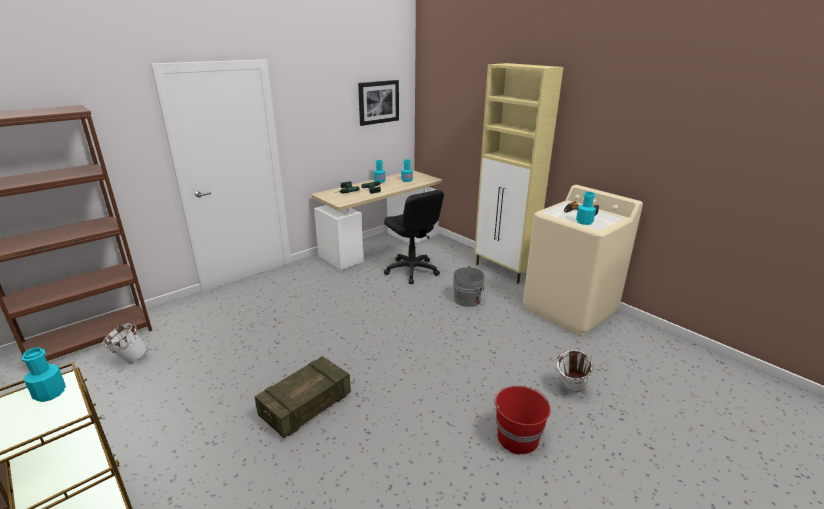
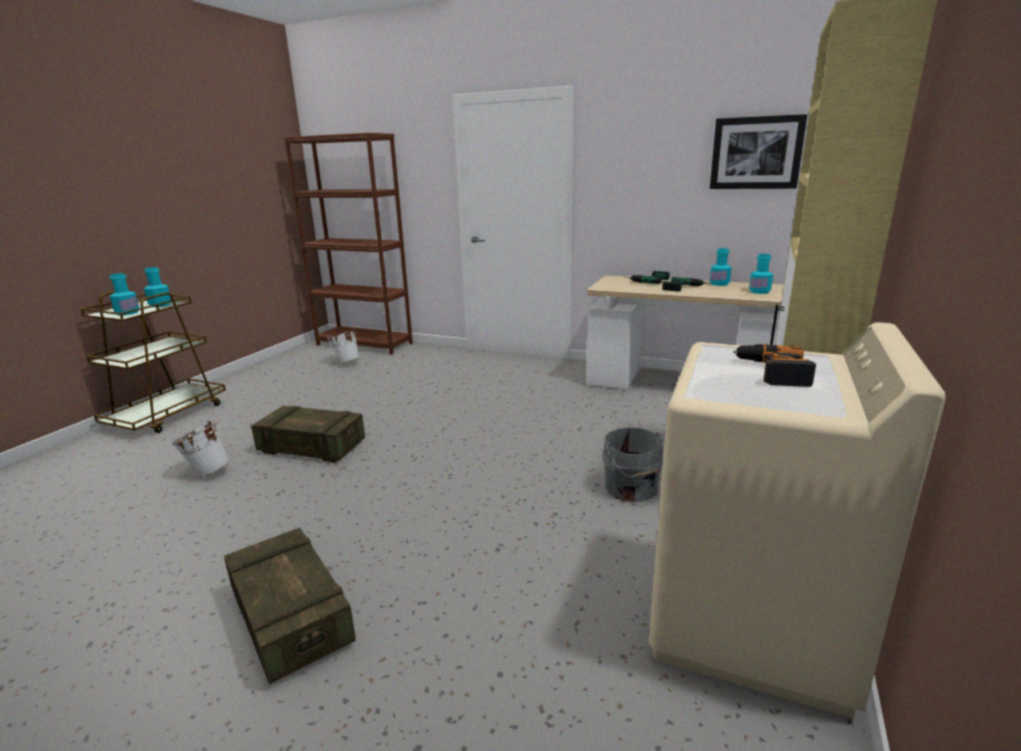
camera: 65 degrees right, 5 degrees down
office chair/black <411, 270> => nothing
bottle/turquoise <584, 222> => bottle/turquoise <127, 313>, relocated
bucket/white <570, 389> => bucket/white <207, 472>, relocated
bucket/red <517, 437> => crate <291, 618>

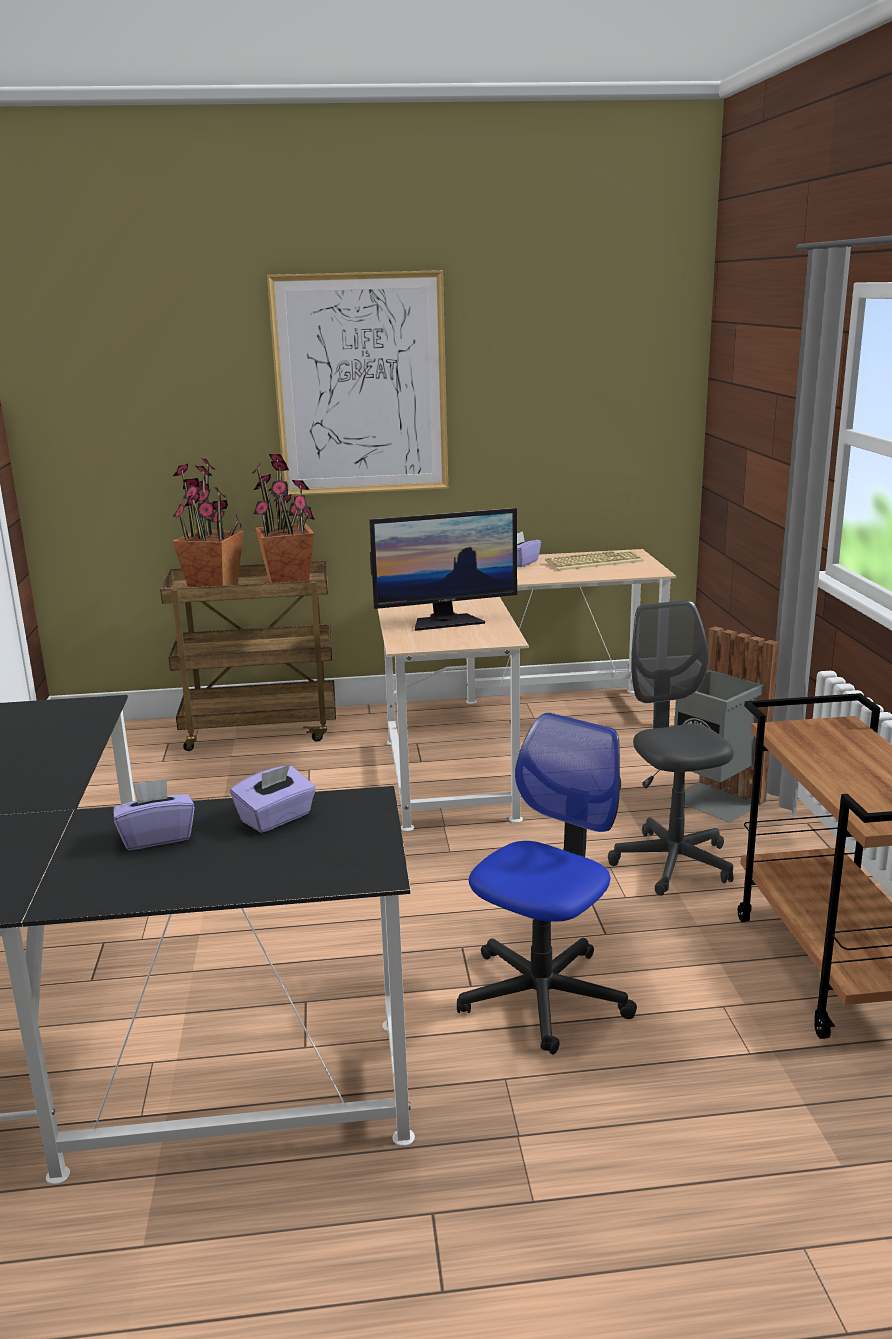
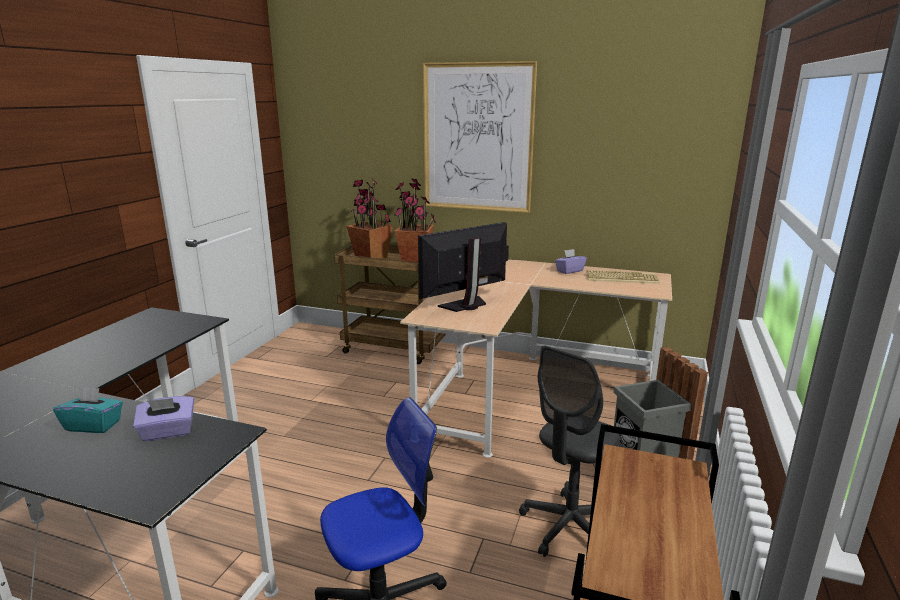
camera: 25 degrees right, 0 degrees up
monitor <445, 621> => monitor <465, 305>, 135 degrees clockwise
office chair/grey <672, 863> => office chair/grey <569, 527>, 150 degrees counterclockwise
tissue box/purple <157, 837> => tissue box/turquoise <94, 425>

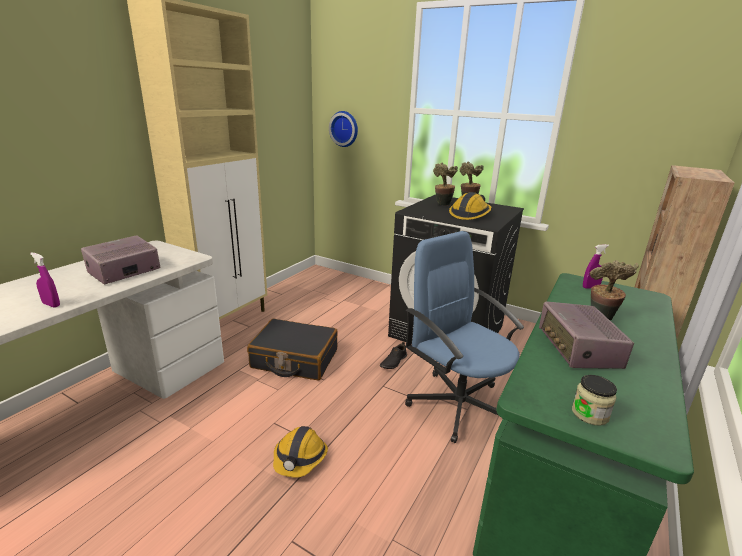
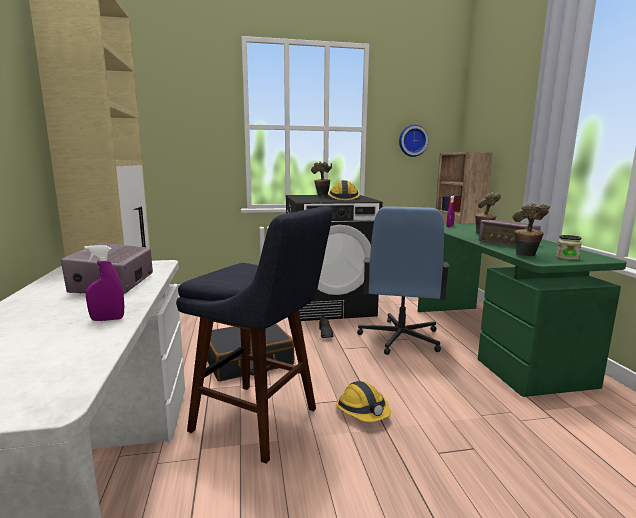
camera: 40 degrees left, 10 degrees down
wall clock <344, 129> => wall clock <412, 140>, relocated
potted plant <442, 205> => potted plant <526, 256>, relocated
office chair/blue <457, 404> => office chair/blue <400, 338>, 90 degrees counterclockwise
nothing => stool/blue <261, 422>

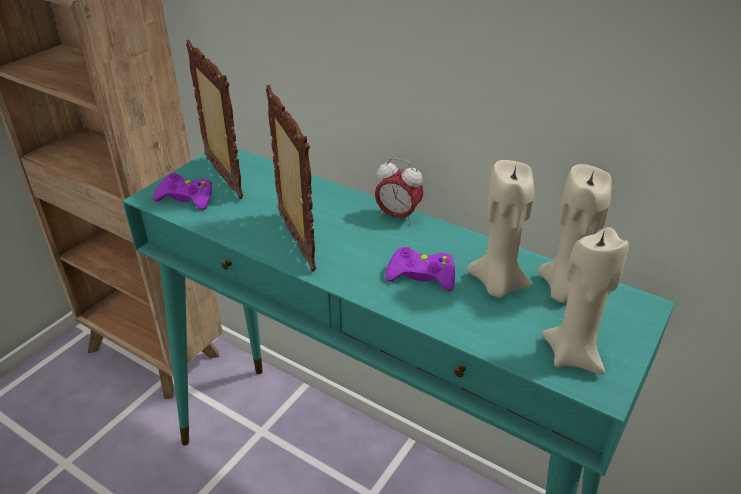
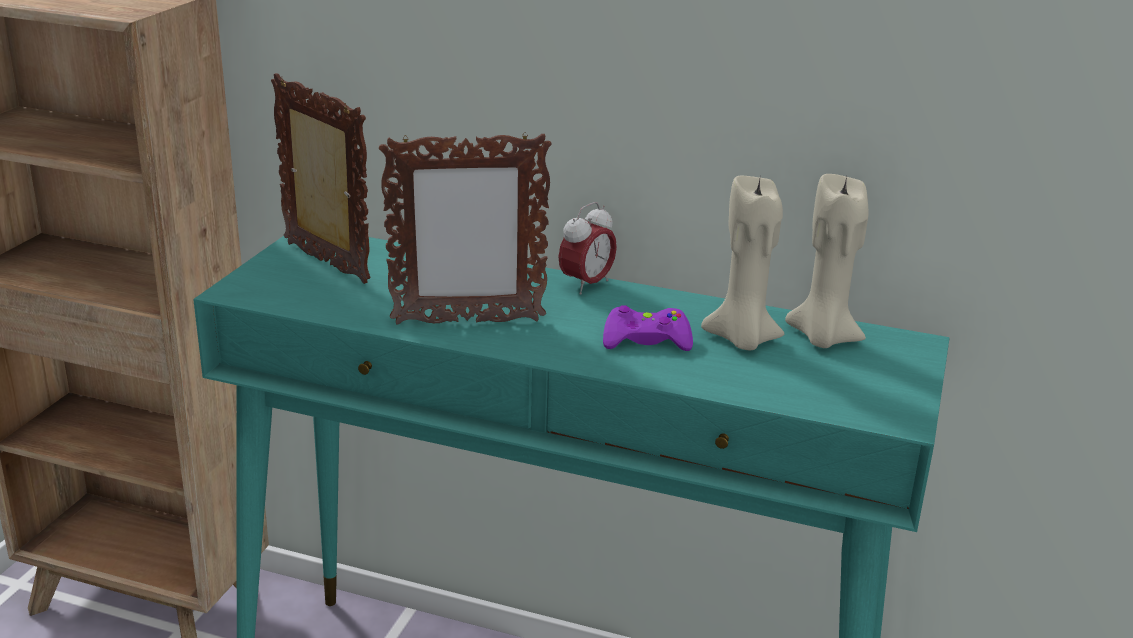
camera: 15 degrees left, 10 degrees down
picture frame <295, 242> => picture frame <466, 322>, 120 degrees clockwise
alarm clock <398, 216> => alarm clock <586, 285>, 60 degrees counterclockwise
game controller/purple <186, 198> => nothing
candle/beige <573, 355> => nothing

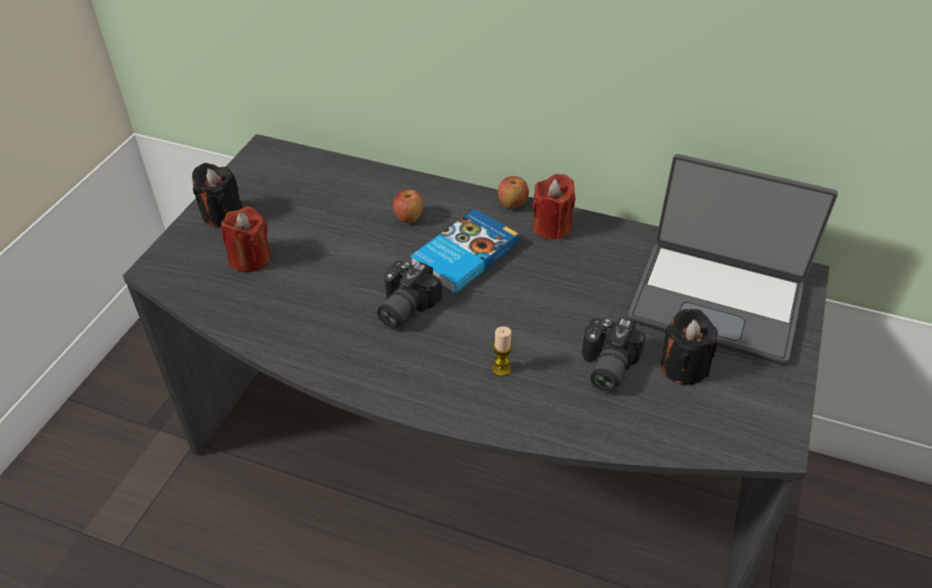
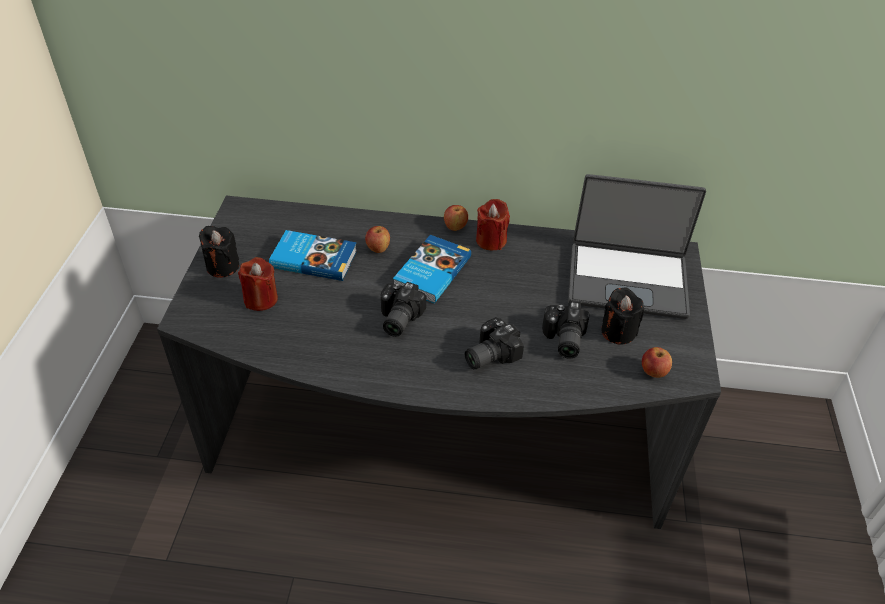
camera: 15 degrees left, 0 degrees up
candle <501, 369> => photo camera <488, 354>
nothing => book <314, 258>
nothing => apple <653, 372>

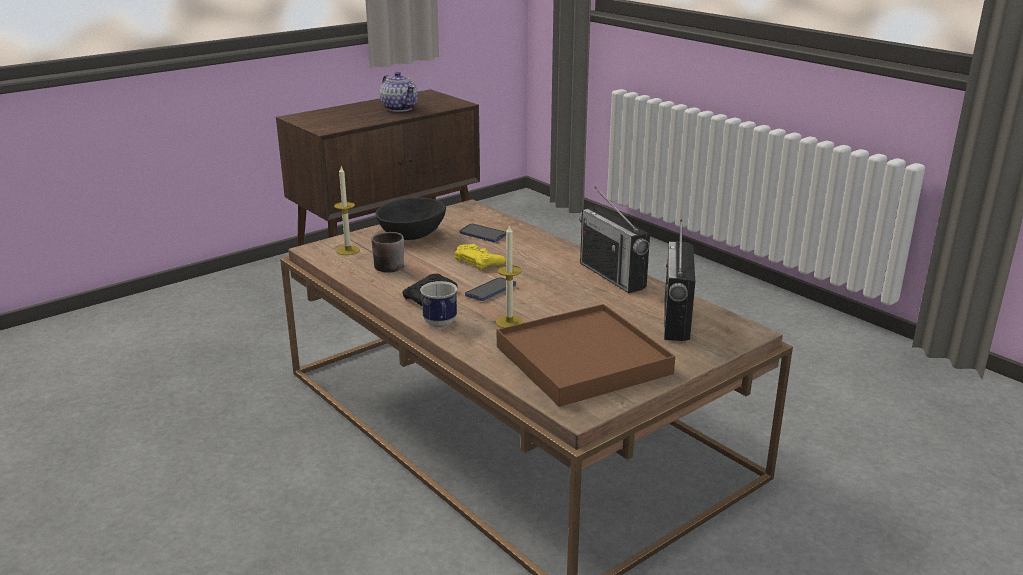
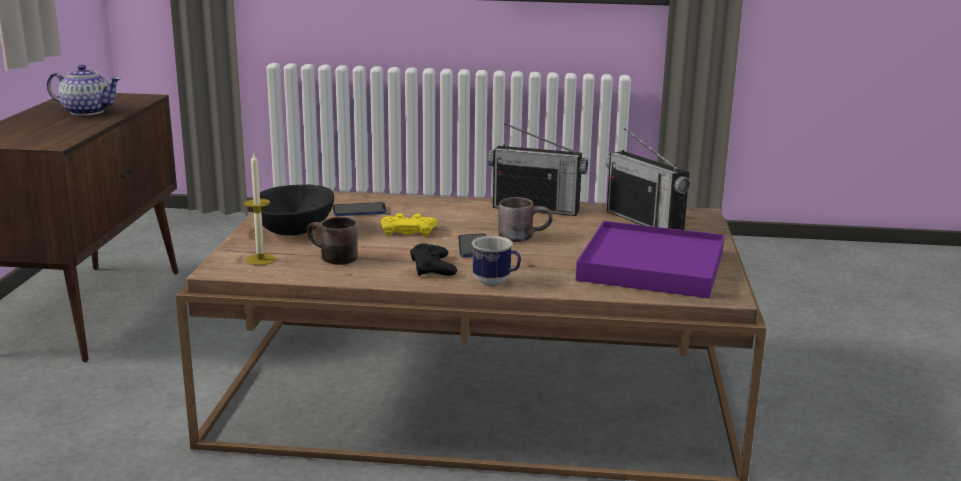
camera: 45 degrees left, 5 degrees down
candle <509, 322> => nothing
tray/brown <583, 360> => tray/purple <652, 266>
nothing => mug/brown <522, 236>

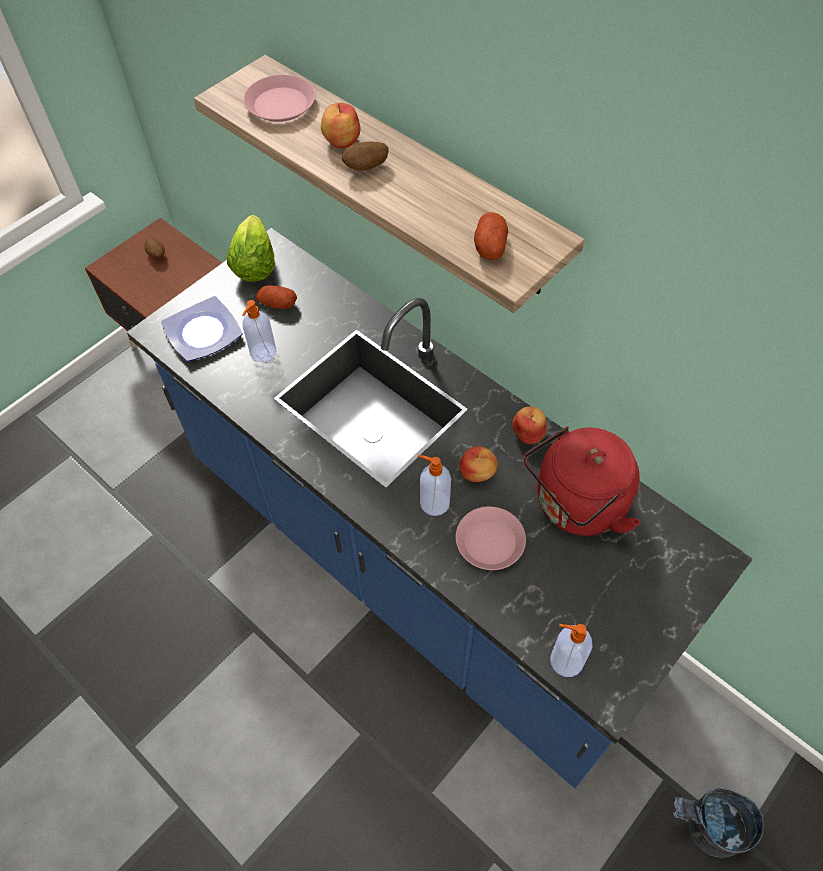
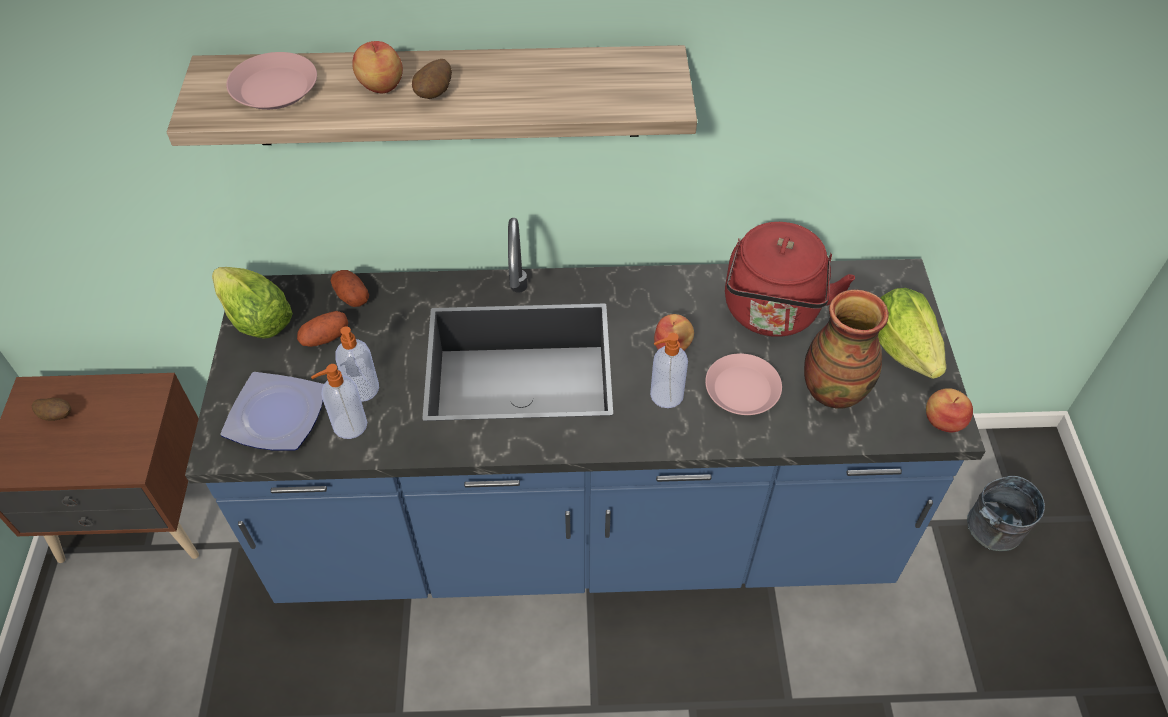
camera: 45 degrees left, 5 degrees down
potato <490, 246> => potato <351, 296>, relocated
apple <528, 433> => apple <943, 421>, relocated
soap dispenser <565, 660> => soap dispenser <349, 426>, relocated
nothing => lettuce <902, 349>
nothing => vase <833, 390>

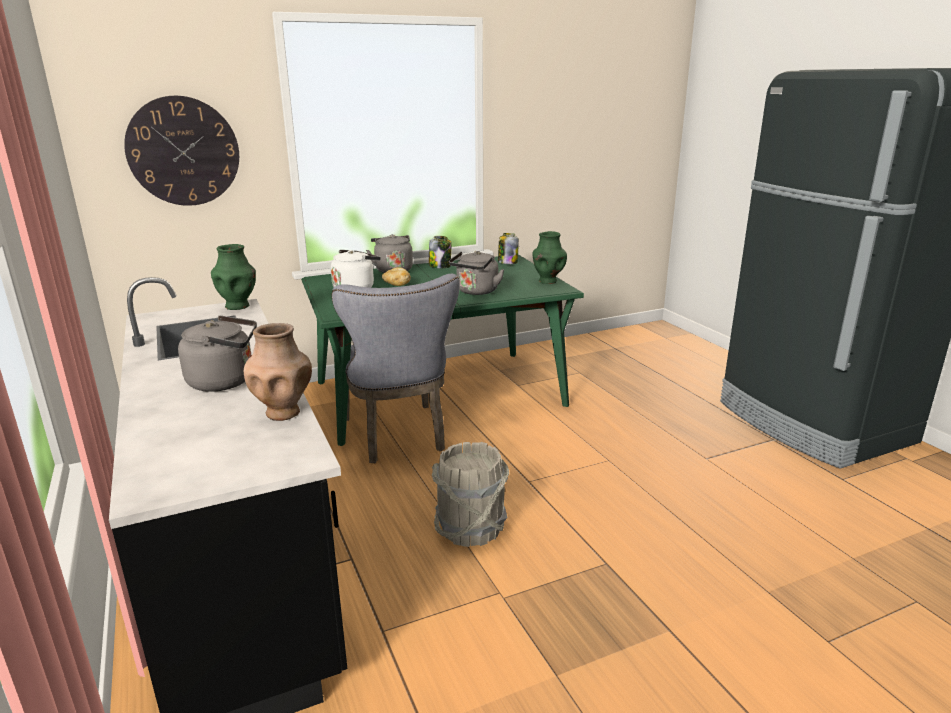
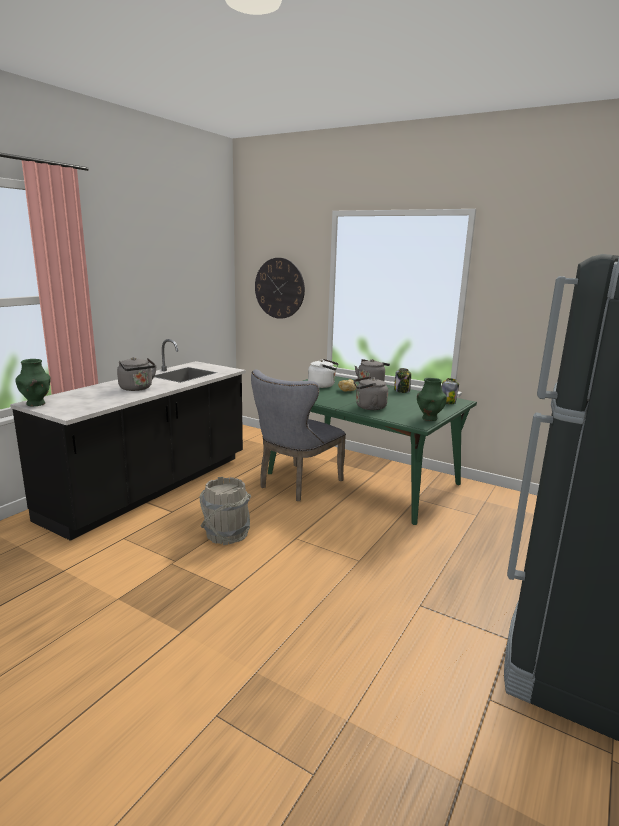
camera: 55 degrees right, 5 degrees down
vase/green <238, 306> => vase/green <36, 404>, relocated
vase/brown <283, 412> => nothing

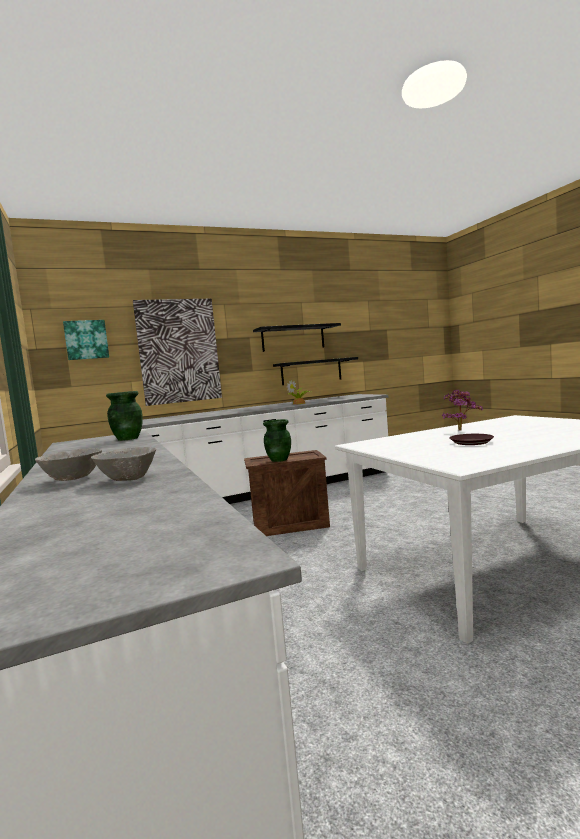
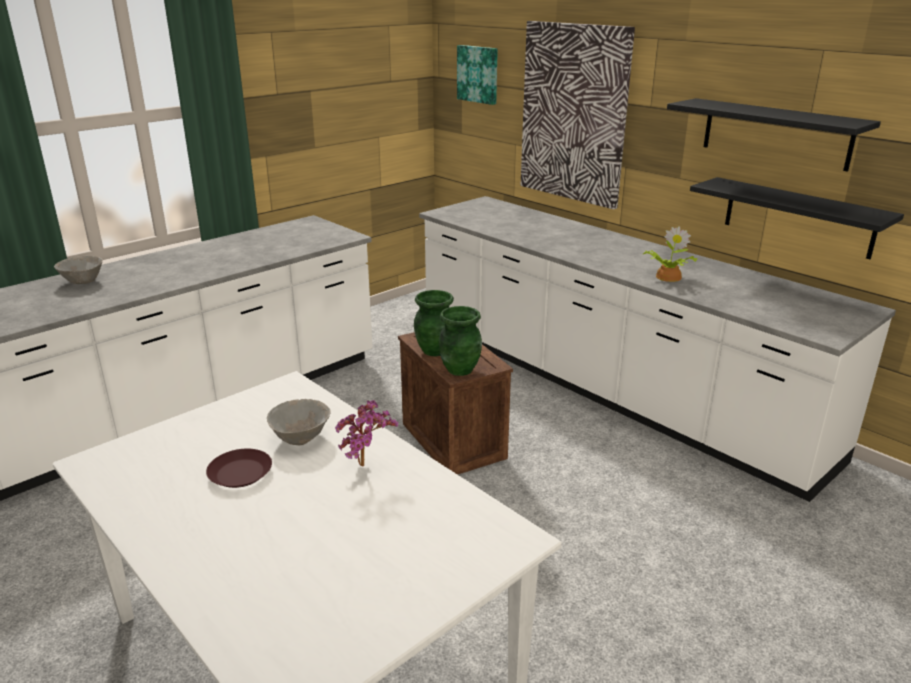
camera: 70 degrees right, 20 degrees up
vase/green <127, 439> => vase/green <460, 369>, relocated
bowl/grey <128, 479> => bowl/grey <301, 437>, relocated

